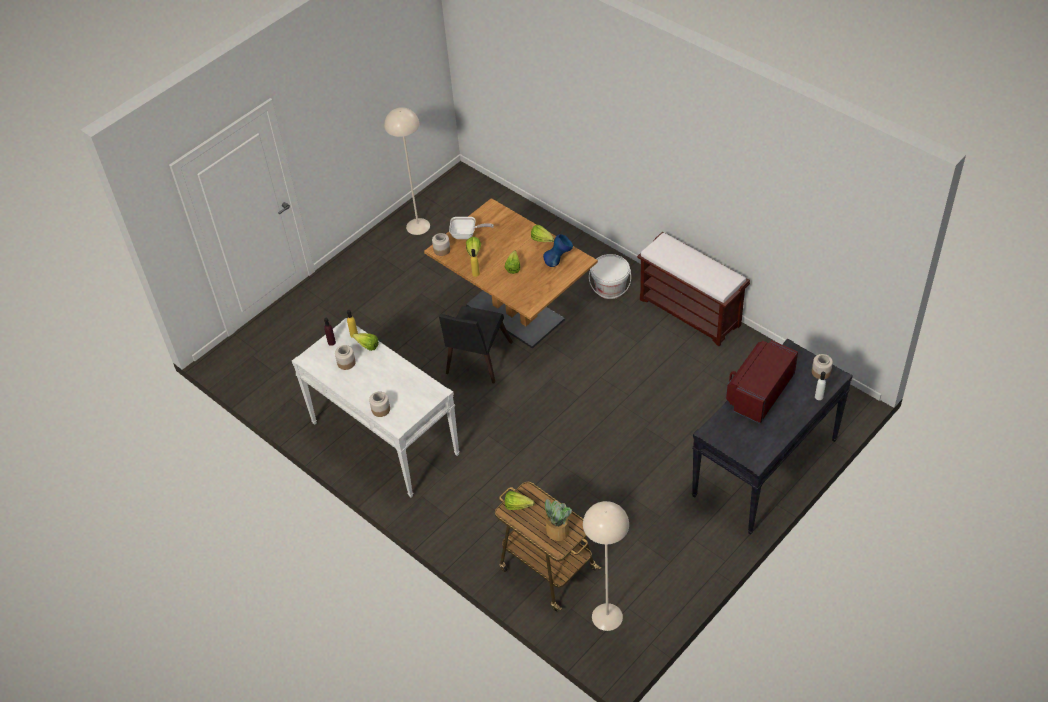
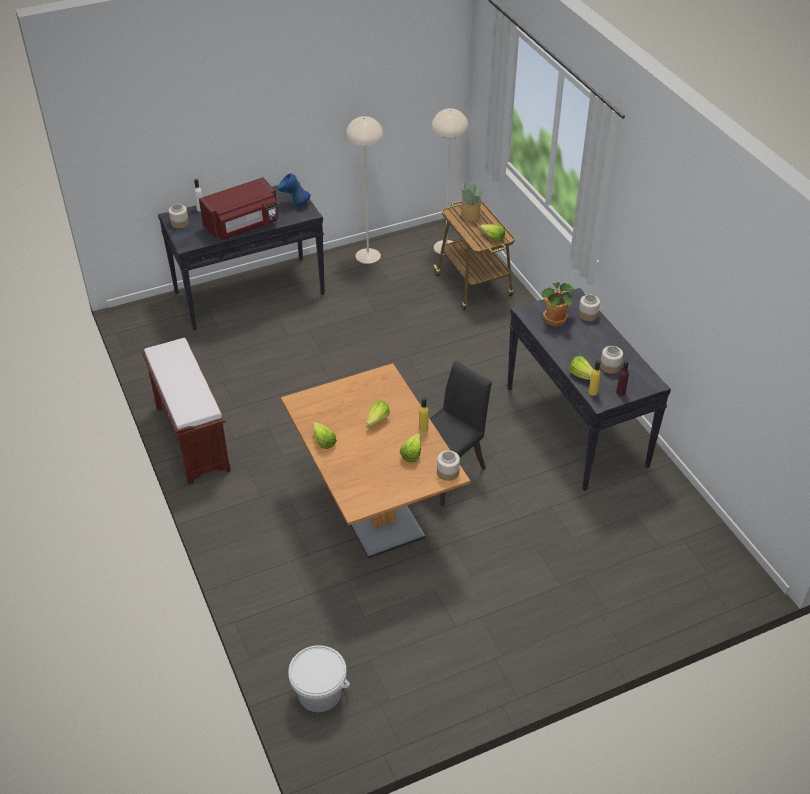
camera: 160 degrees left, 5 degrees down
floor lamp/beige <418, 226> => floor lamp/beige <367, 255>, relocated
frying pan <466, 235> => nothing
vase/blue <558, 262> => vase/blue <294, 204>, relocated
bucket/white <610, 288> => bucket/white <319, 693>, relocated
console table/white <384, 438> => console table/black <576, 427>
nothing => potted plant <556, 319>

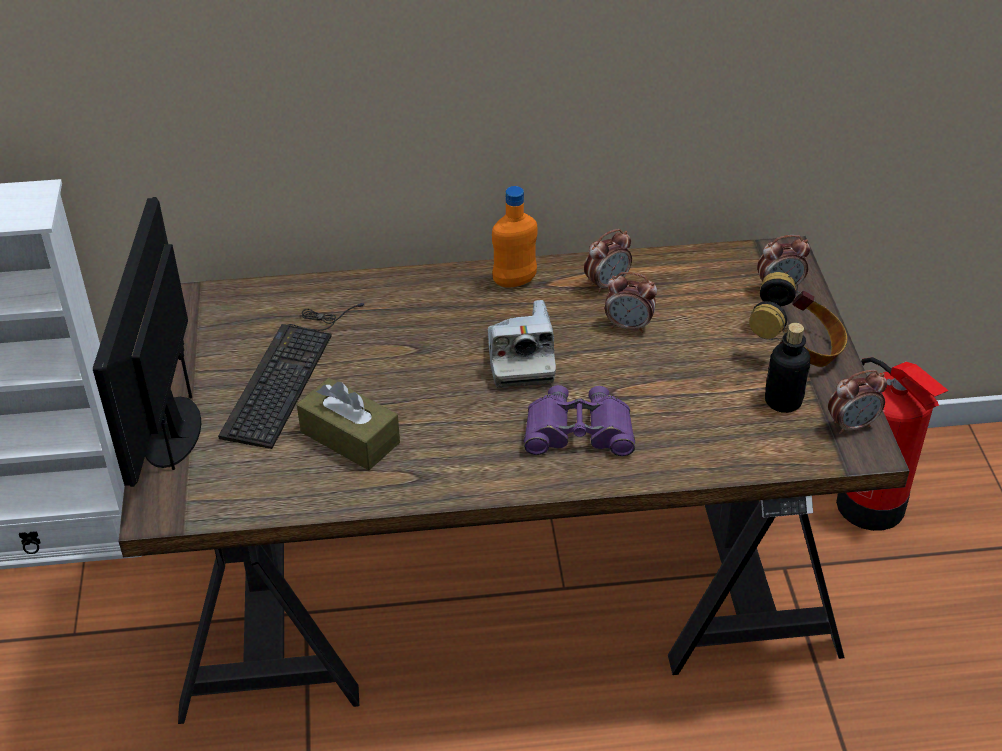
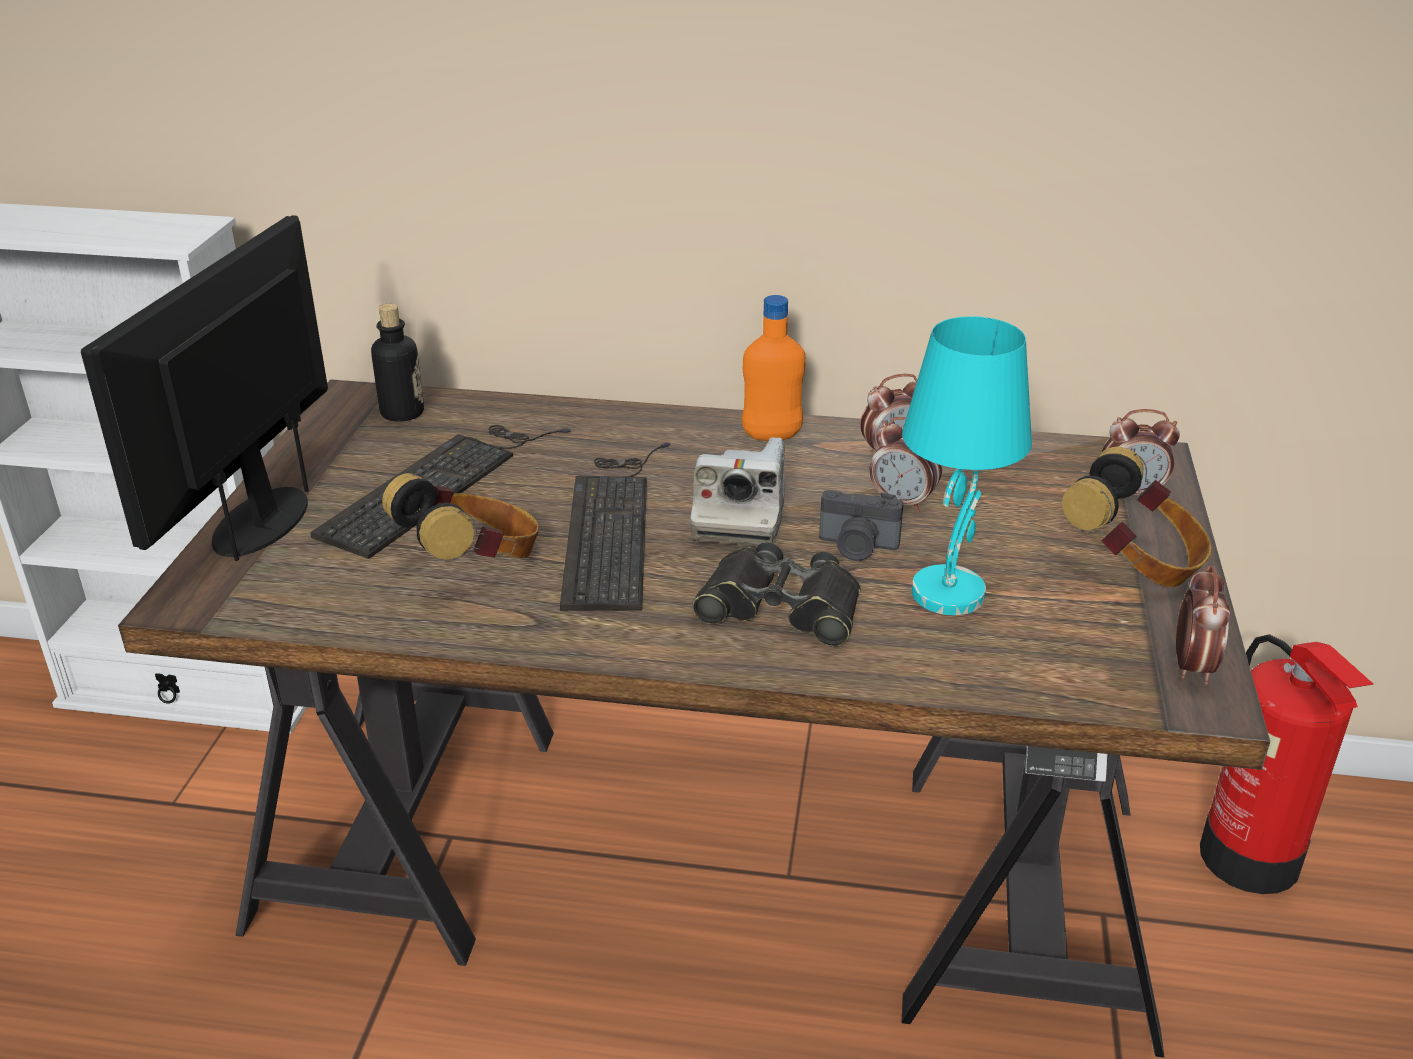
camera: 15 degrees right, 10 degrees down
bottle <783, 401> => bottle <402, 413>, relocated
alarm clock <852, 425> => alarm clock <1192, 667>, 75 degrees counterclockwise
tissue box/brown <350, 437> => headphones <474, 563>
binoculars/purple <578, 431> => binoculars/black <781, 607>
nothing => table lamp/turquoise <947, 592>
nothing => keyboard <612, 525>
nothing => photo camera <857, 547>

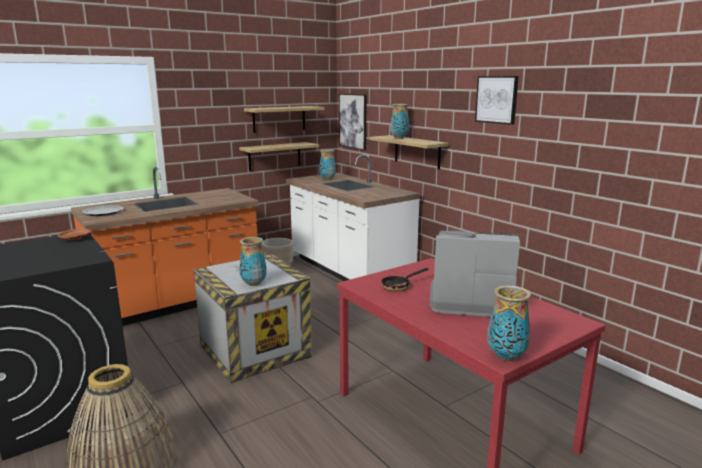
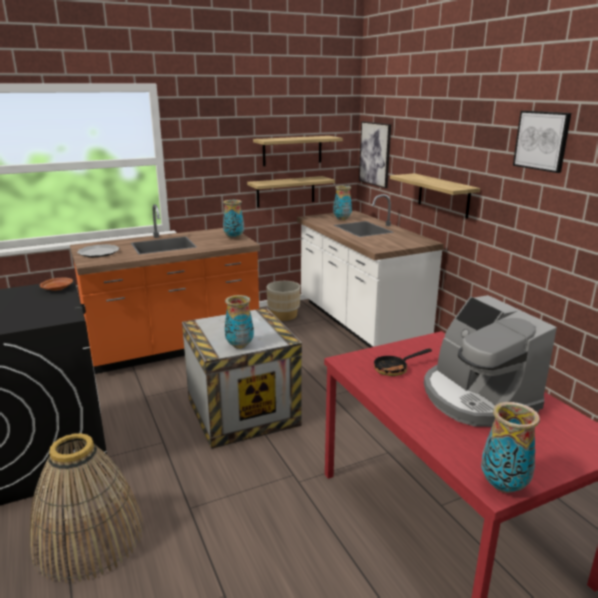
camera: 10 degrees right, 5 degrees up
vase <399, 138> => vase <233, 238>, relocated
coffee machine <471, 301> => coffee machine <476, 397>, 135 degrees counterclockwise

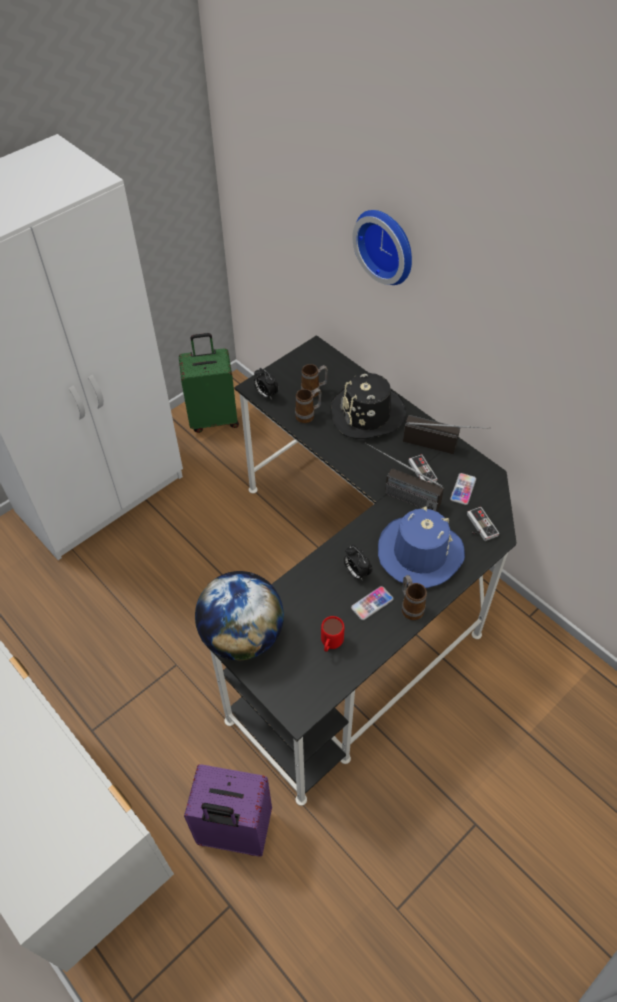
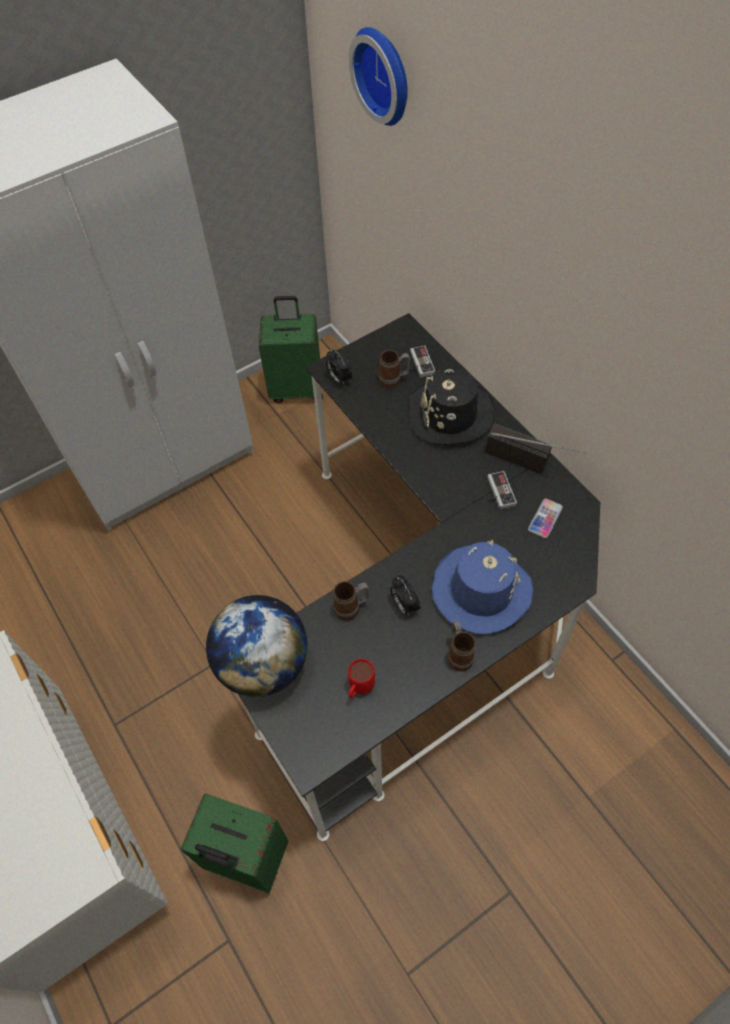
camera: 10 degrees right, 5 degrees up
wall clock <387, 245> => wall clock <385, 74>, relocated
mug <308, 415> => mug <352, 608>, relocated
radio <398, 494> => nothing
game controller <479, 526> => game controller <418, 364>, relocated
phone <372, 603> => nothing
suitcase/purple <234, 831> => suitcase/green <245, 859>

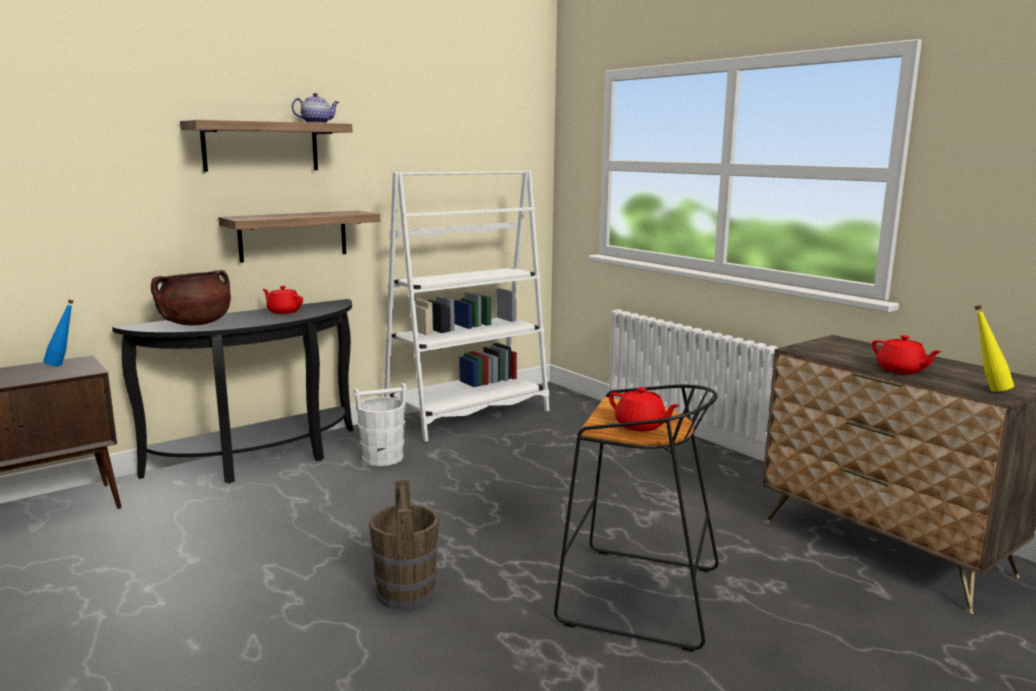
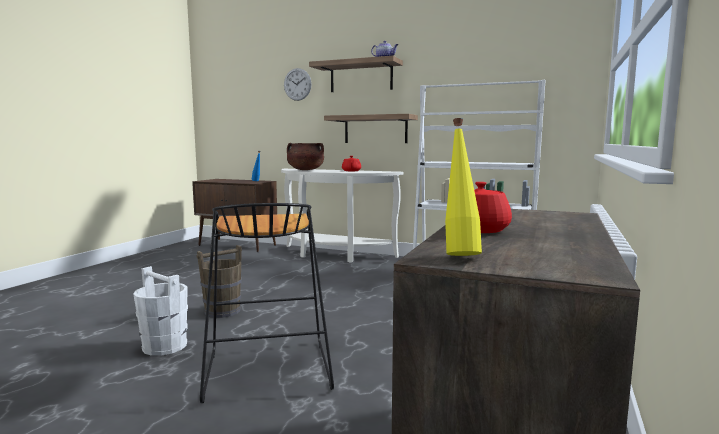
camera: 60 degrees right, 5 degrees down
console table/black <262, 460> => console table/white <333, 255>
bucket/white <382, 458> => bucket/white <164, 346>, relocated
teapot/red <641, 426> => nothing
nothing => wall clock <297, 84>

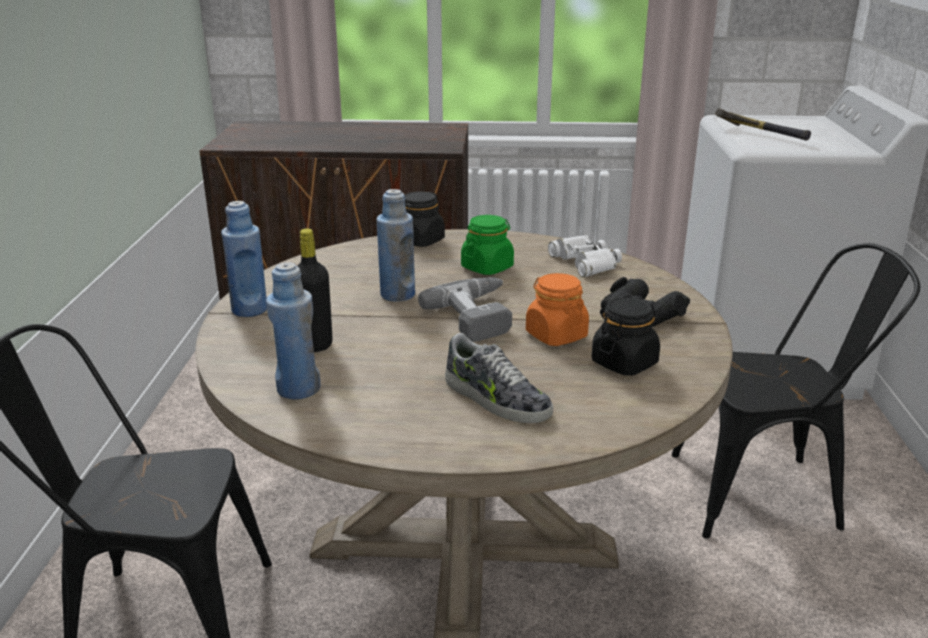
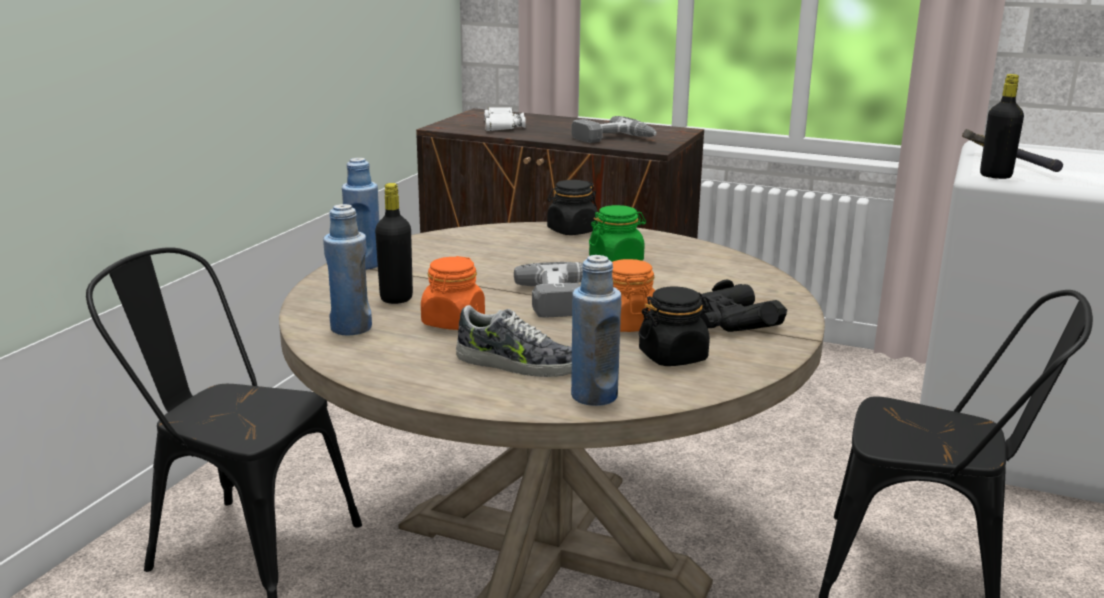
camera: 20 degrees right, 5 degrees down
bottle/blue <397, 295> => bottle/blue <594, 396>, relocated
binoculars/white <585, 263> => binoculars/white <502, 126>, relocated
shoe <495, 399> => shoe <517, 364>, 45 degrees counterclockwise
nothing => bottle/black <995, 176>
nothing => power drill <614, 139>
nothing => jar/orange <453, 322>

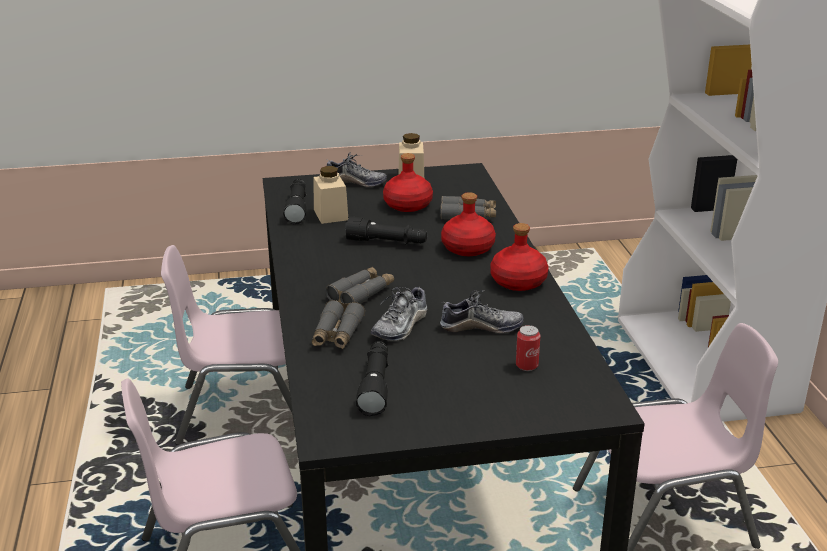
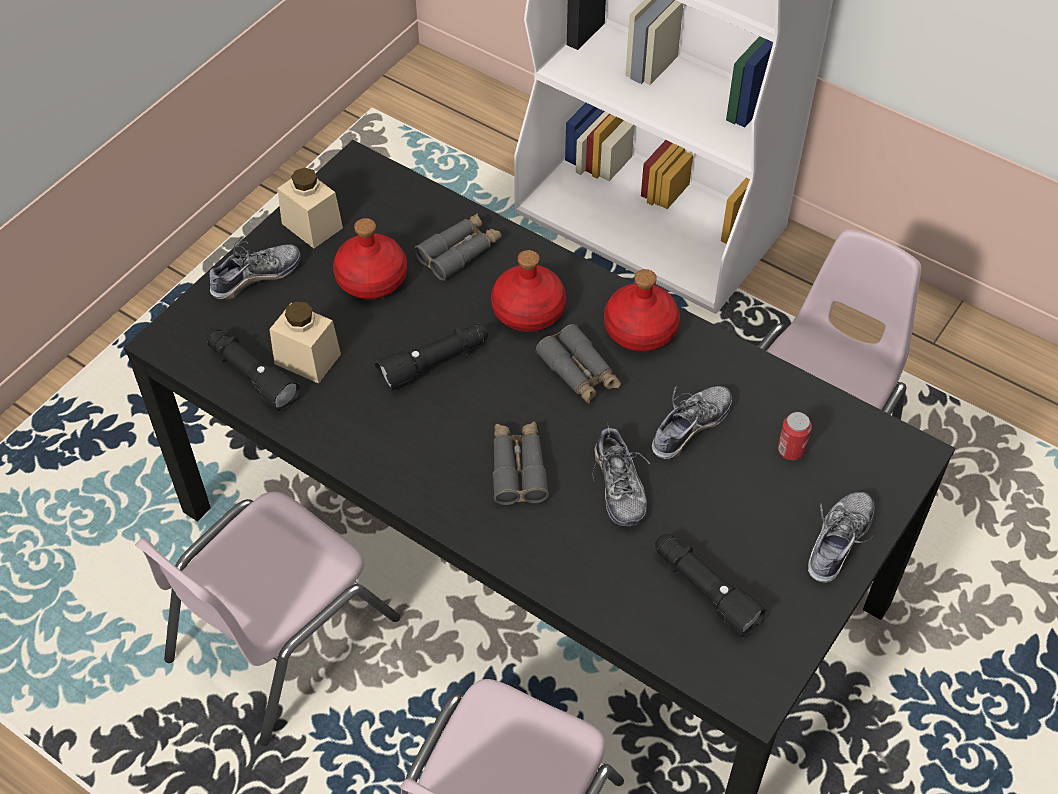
camera: 45 degrees left, 25 degrees up
binoculars/grey <337, 334> => binoculars/grey <579, 372>, relocated
nothing => shoe <838, 541>

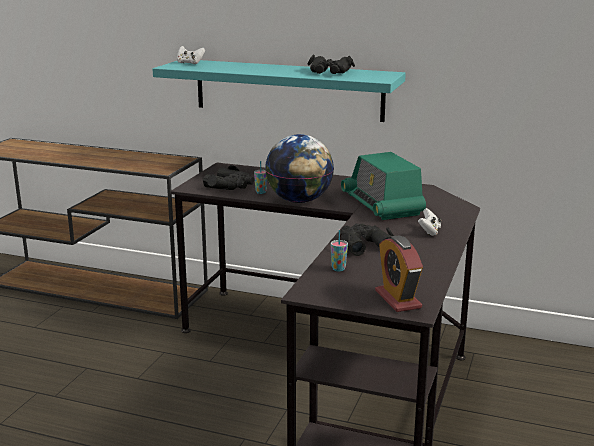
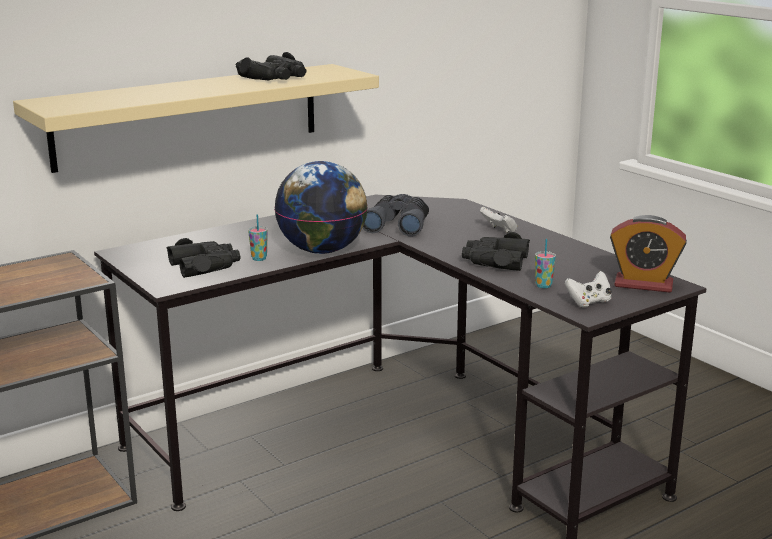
camera: 55 degrees left, 0 degrees up
game controller/white <190, 63> => game controller/white <589, 302>, relocated
shelf/turquoise <288, 90> => shelf/beige <189, 115>
radio <382, 205> => binoculars/grey <398, 225>

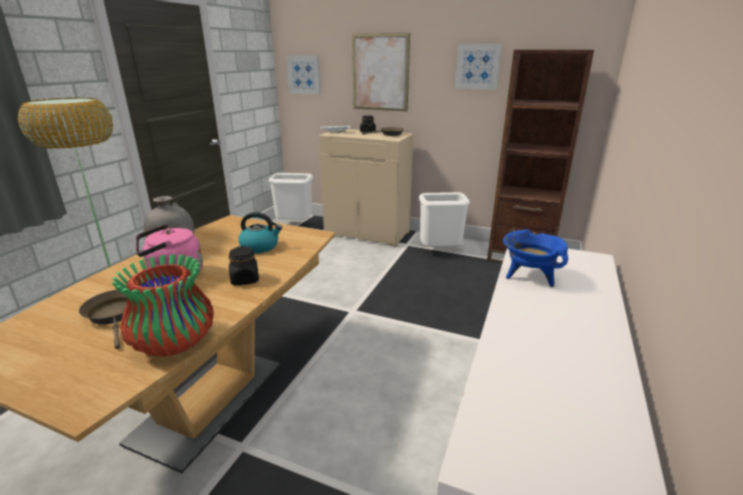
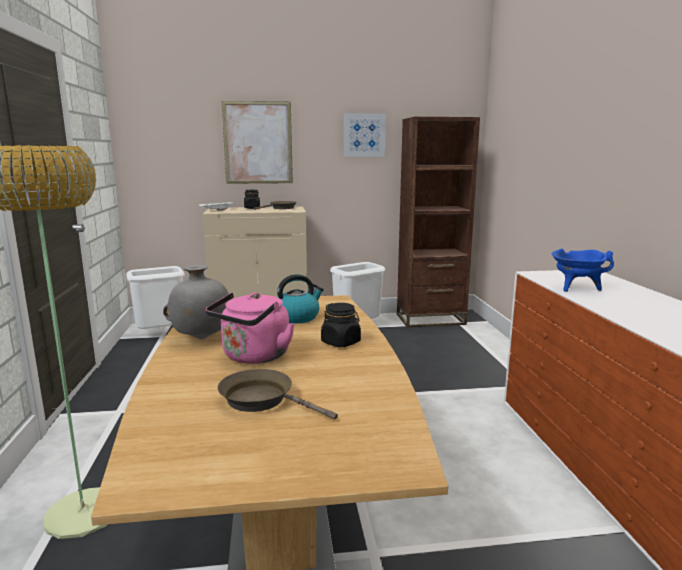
camera: 30 degrees left, 10 degrees down
picture <304, 75> => nothing
vase <174, 342> => nothing

